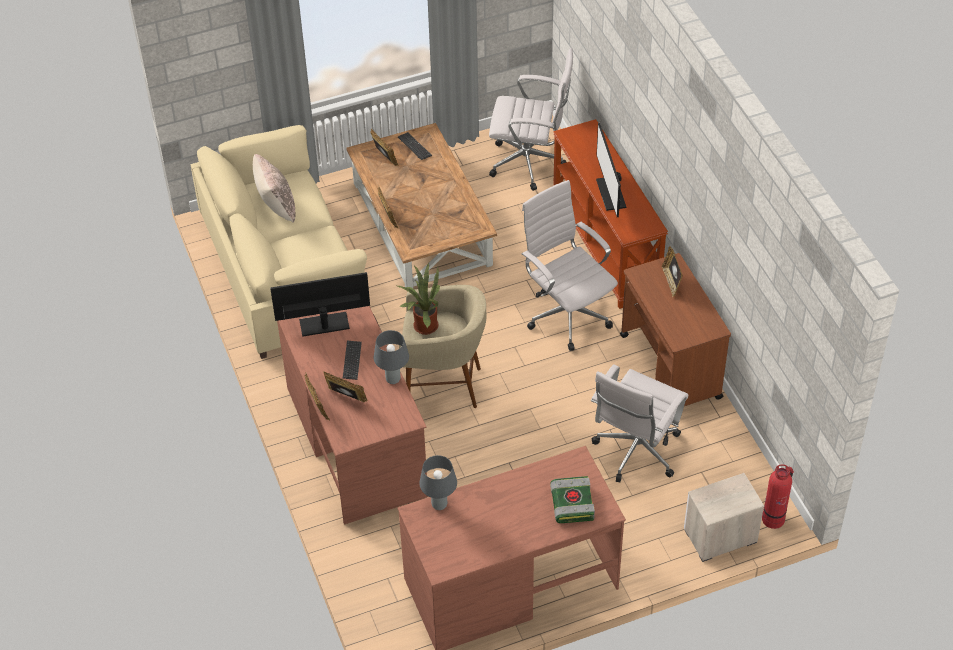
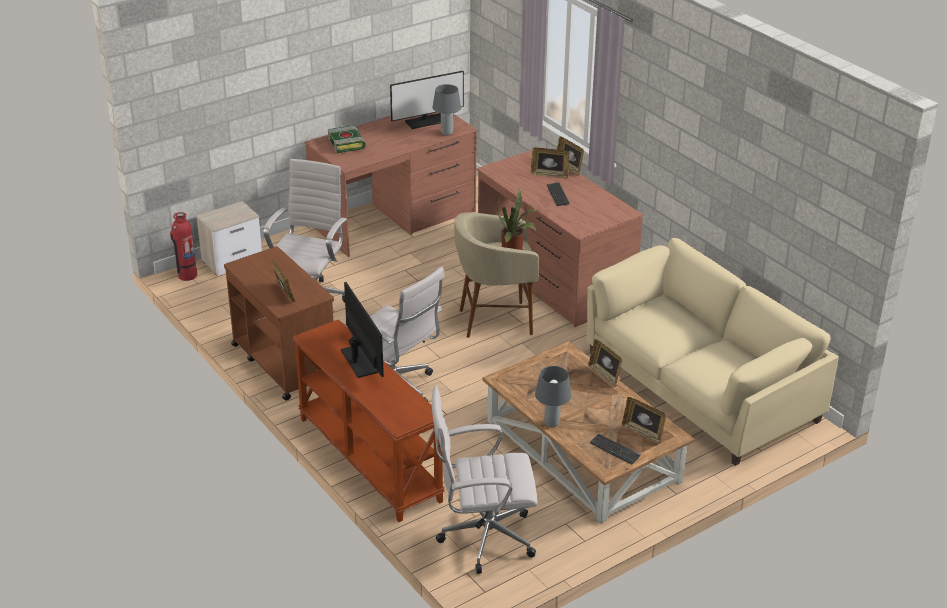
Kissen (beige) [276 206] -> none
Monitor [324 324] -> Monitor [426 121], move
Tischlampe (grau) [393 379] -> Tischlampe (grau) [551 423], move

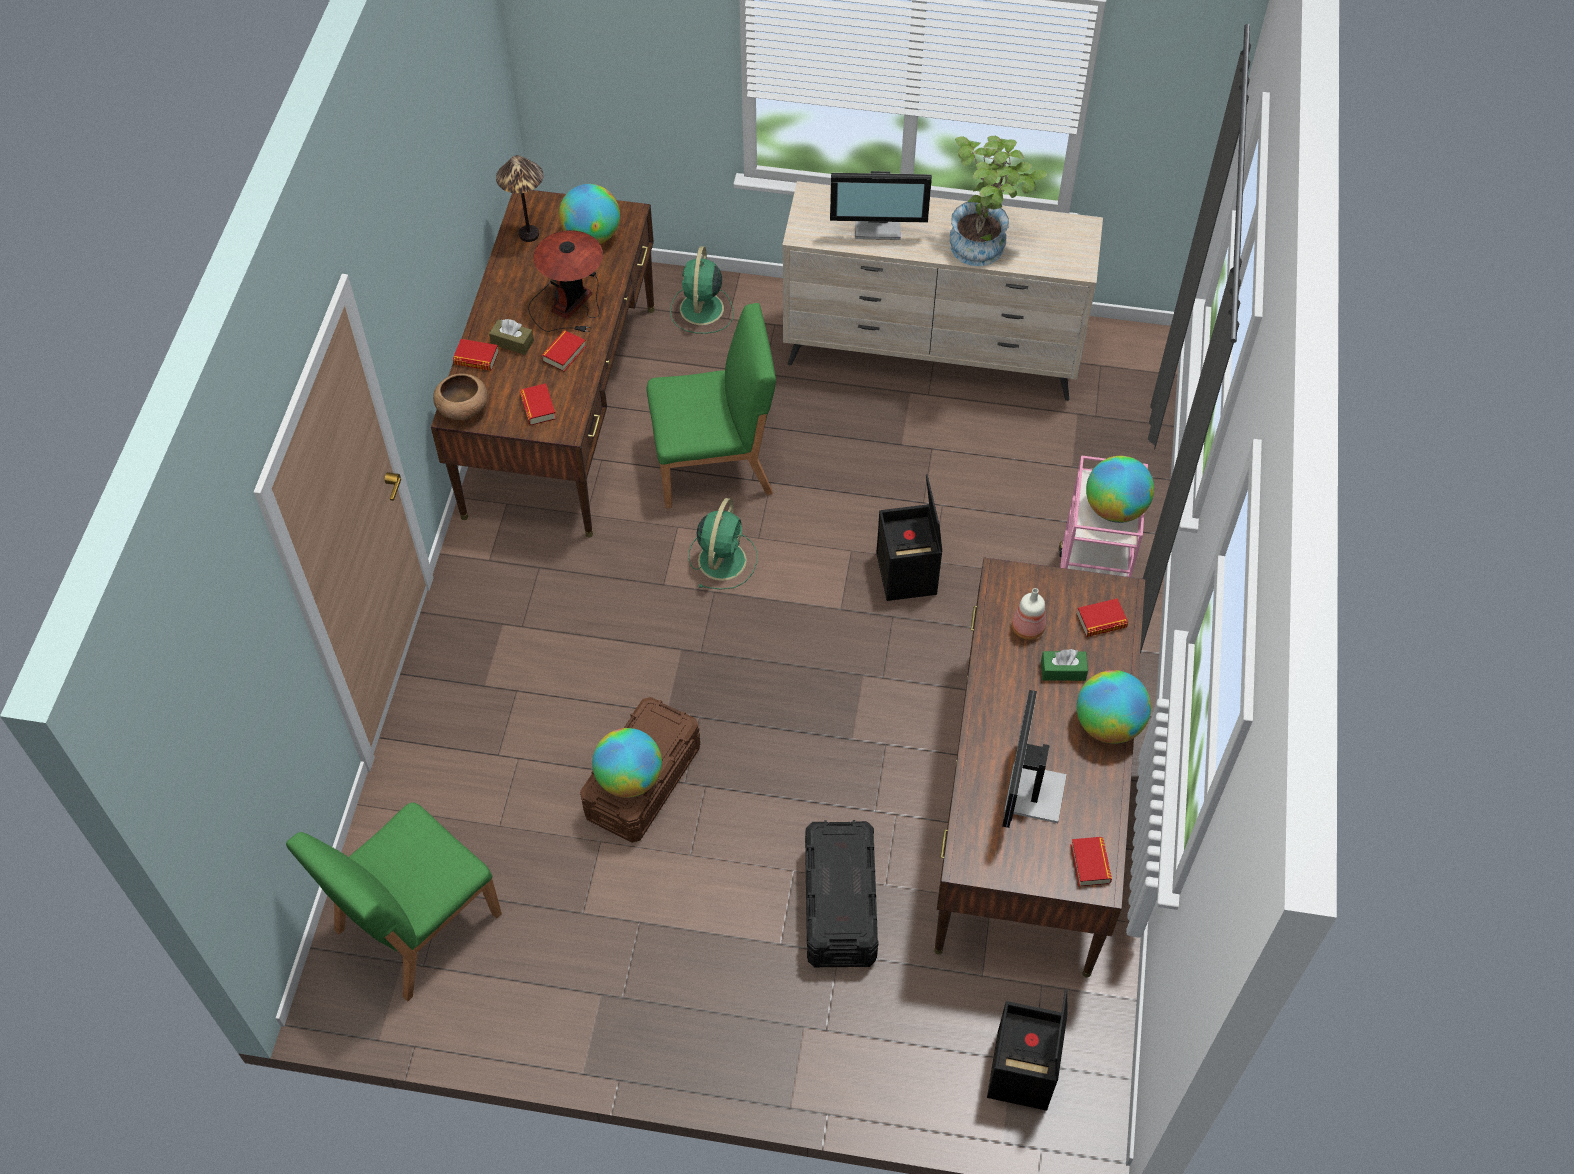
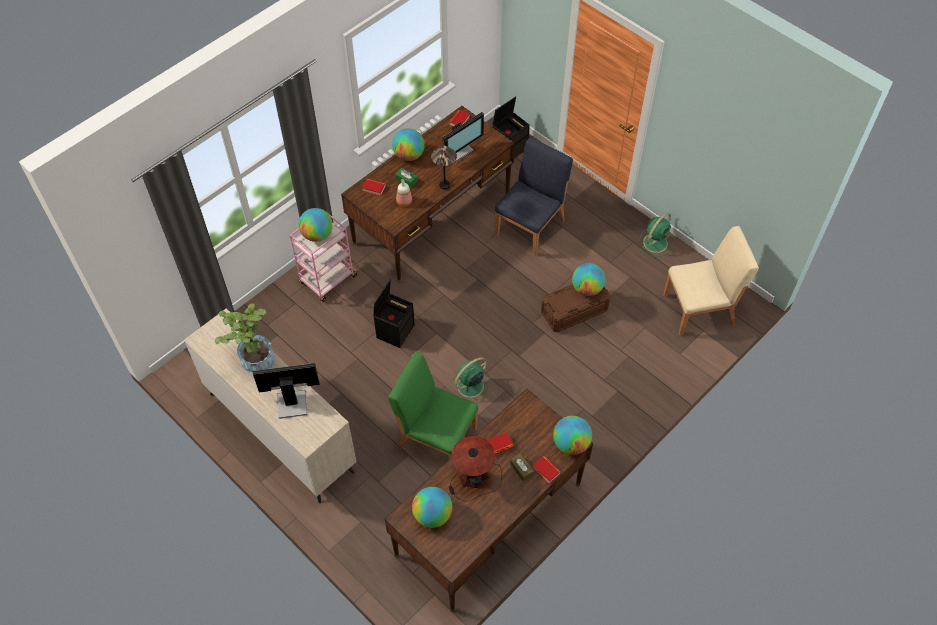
Buch [538 407] -> none
Tischlampe [528 235] -> Tischlampe [445 185], move
Ventilator (grün) [701 310] -> Ventilator (grün) [656 242], move
Schüssel (braun) [463 408] -> Globus [571 444]
Aufbewahrungsbox (schwarz) [839 905] -> Stuhl (blau) [530 227]
Stuhl (grün) [415 923] -> Stuhl (beige) [700 309]
Monitor [878 225] -> Monitor [291 403], 45 degrees counterclockwise

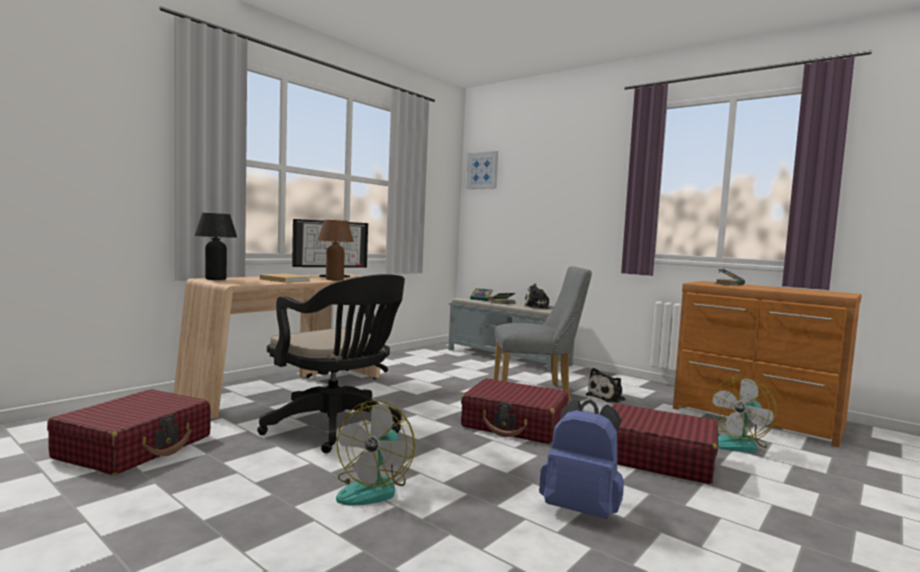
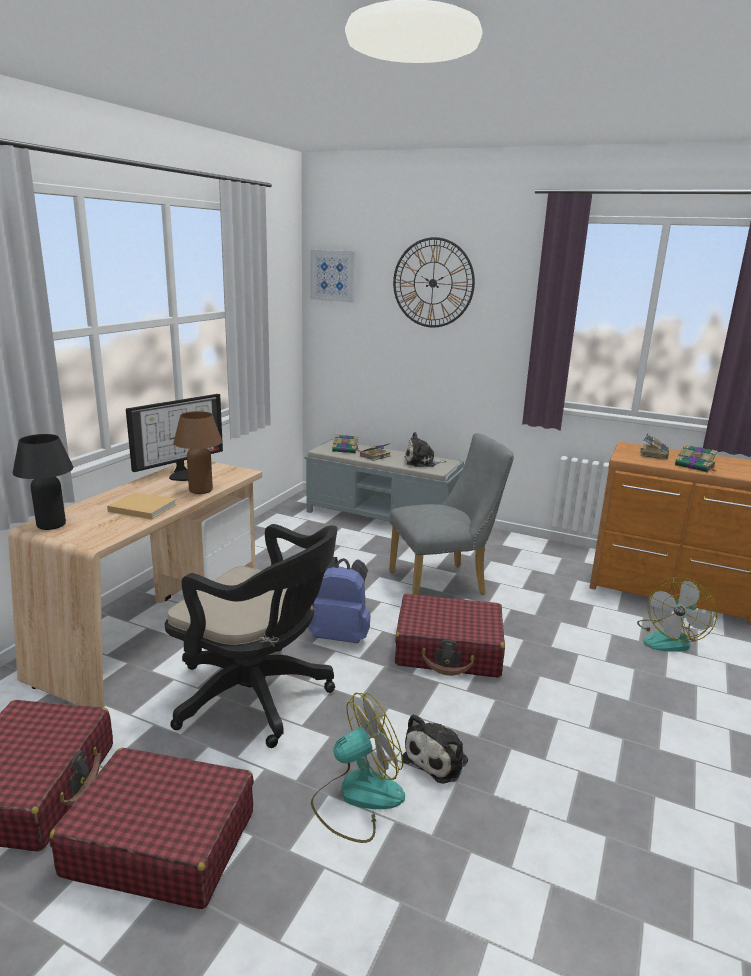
none -> Wanduhr [433 283]
none -> Buch [695 466]
Rucksack (blau) [581 509] -> Rucksack (blau) [341 636], move
Plüschtier [607 397] -> Plüschtier [438 758], move
Koffer (rot) [656 458] -> Koffer (rot) [160 842], move
Ventilator [373 488] -> Ventilator [357 797], 120 degrees counterclockwise

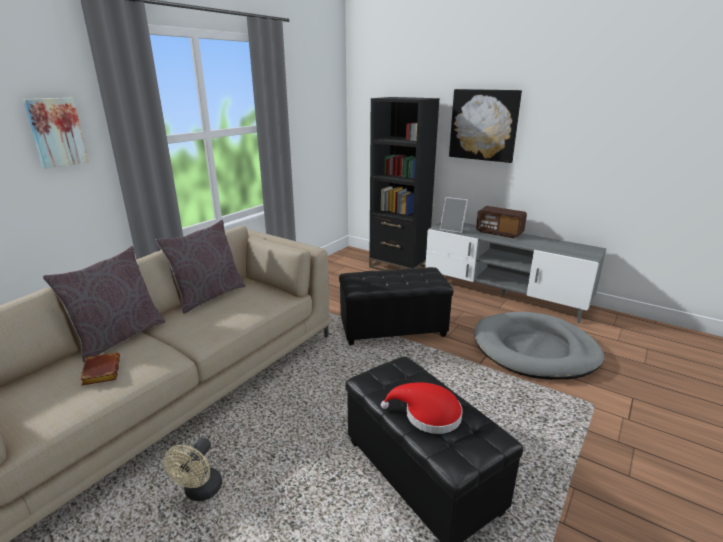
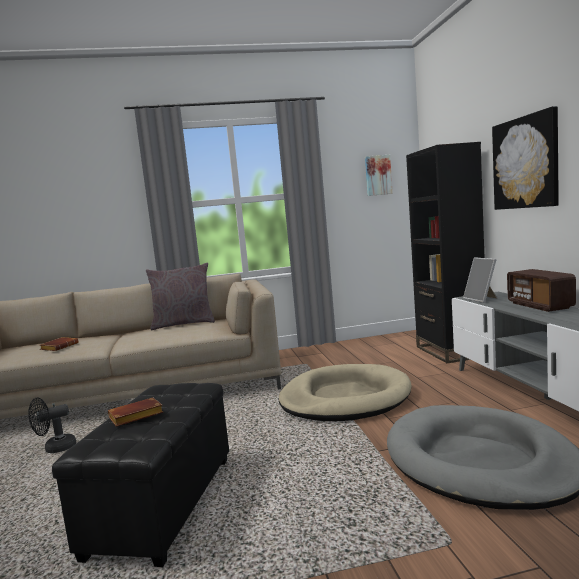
Kissen (grau) [118 337] -> none
Bild [56 132] -> Bild [378 175], move
Polsterhocker (schwarz) [392 329] -> Hundebett (beige) [345 398]
Hut (rot) [427 415] -> Buch (braun) [135 417]
Ventilator (beige) [200 492] -> Ventilator (schwarz) [55 449]

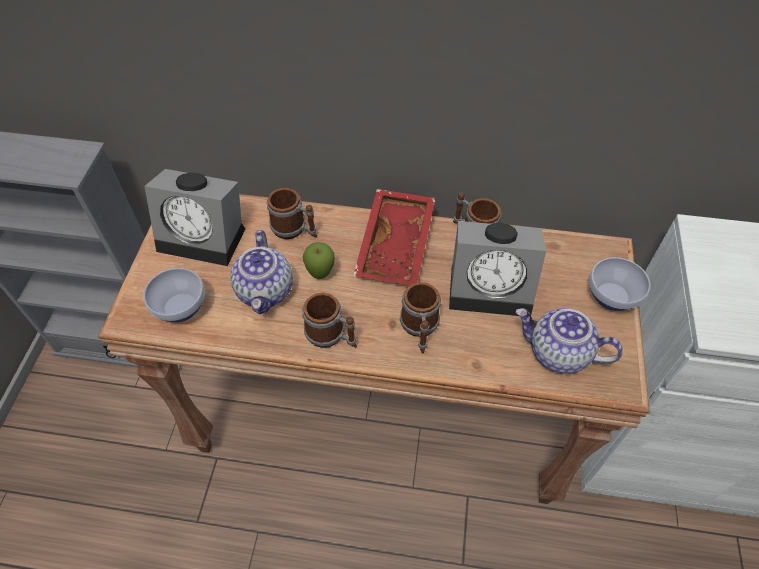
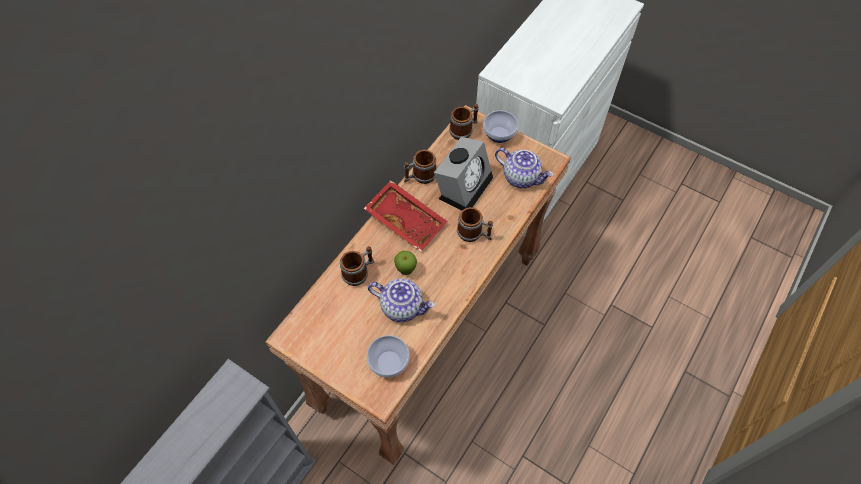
Wecker [206 237] -> none
Henkelbecher [331 336] -> Henkelbecher [464 130], move
Teekanne [558 353] -> Teekanne [521 177], 105 degrees counterclockwise

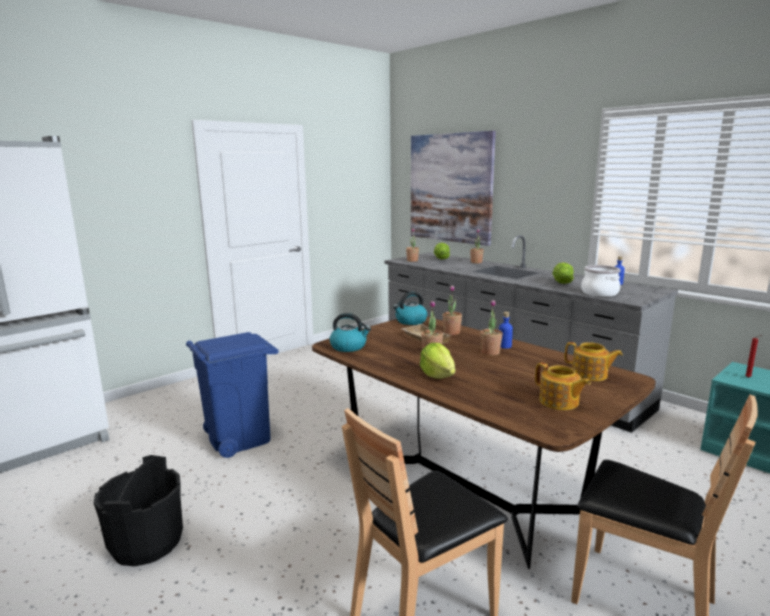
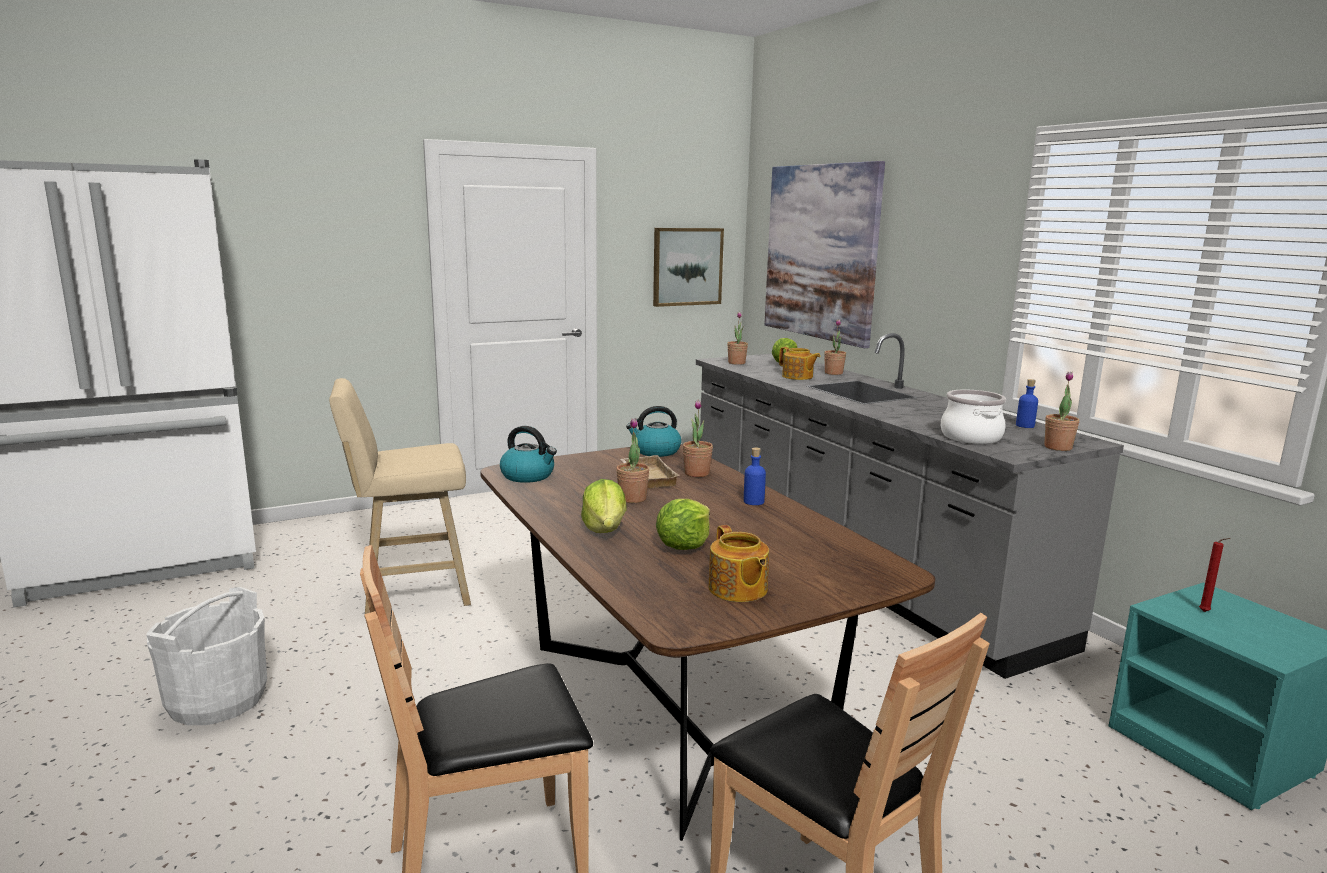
none -> Bild [687 266]
Topfpflanze [490 352] -> Topfpflanze [1058 447], move
Salatkopf [561 283] -> Salatkopf [684 545], move
Teekanne [590 375] -> Teekanne [797 377], move
Mülleimer (blau) [239 438] -> Hocker (beige) [410 592]
Eimer (schwarz) [146 543] -> Eimer (weiß) [217 700]

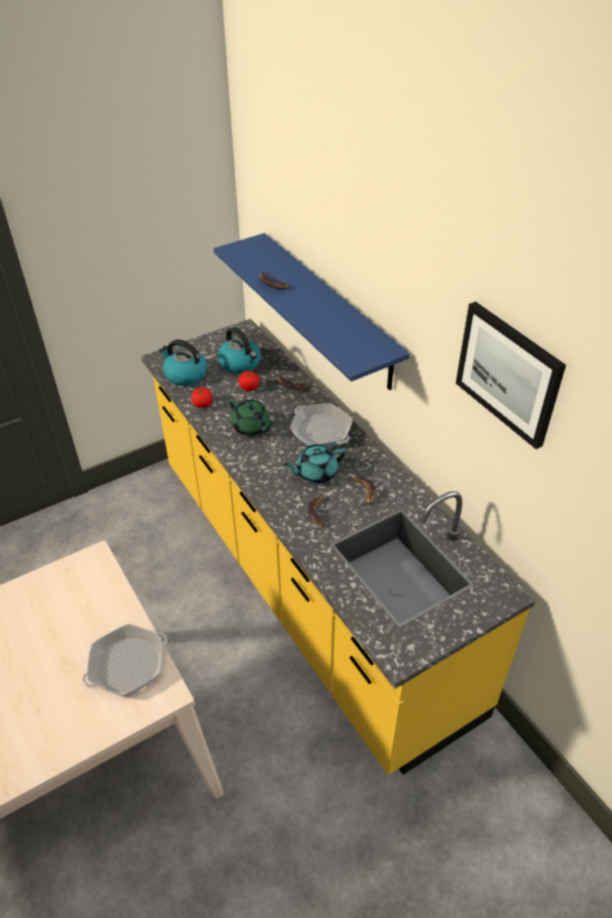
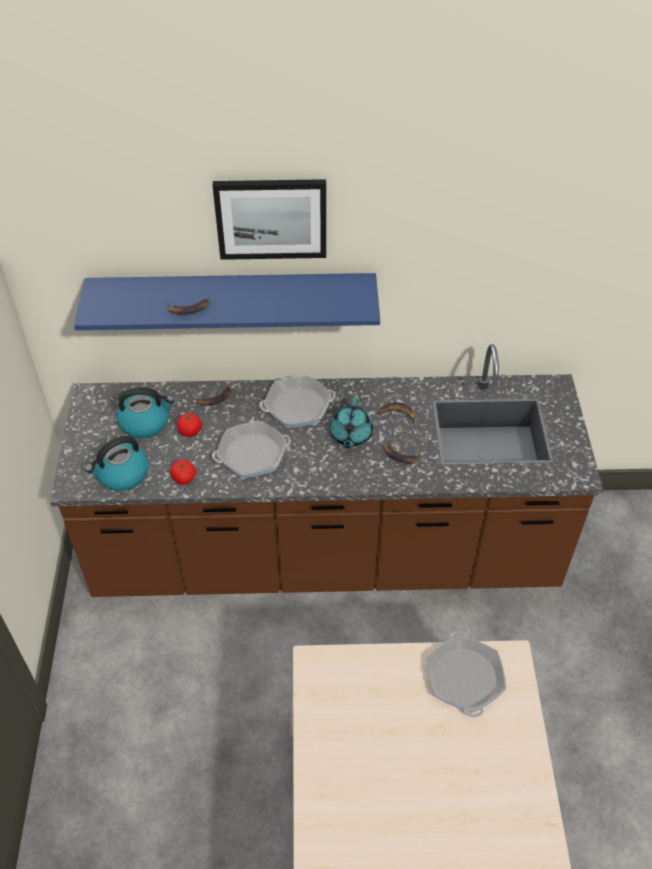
Bild [508 373] -> Bild [271 218], move
Teekanne (grün) [251 427] -> Pfanne [252 454]
Küchenzeile (gelb) [307 582] -> Küchenzeile (braun) [326 554]

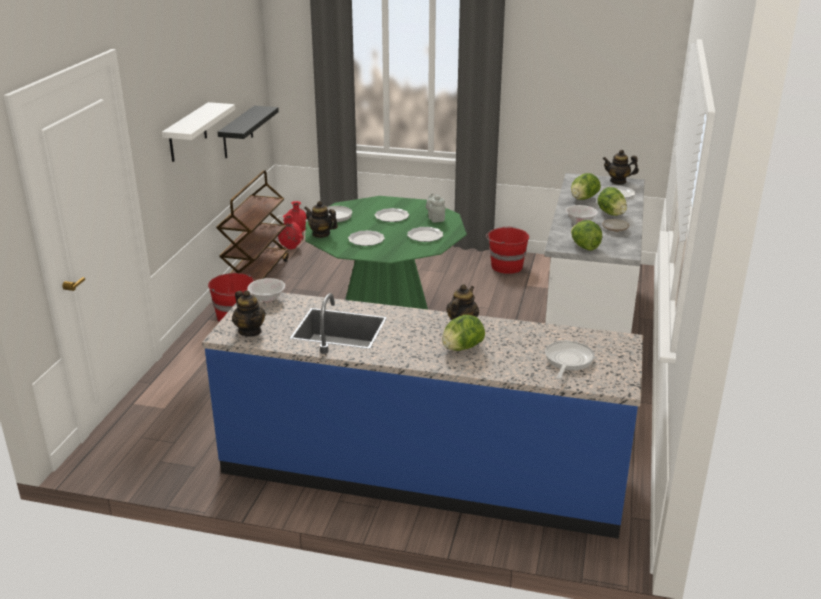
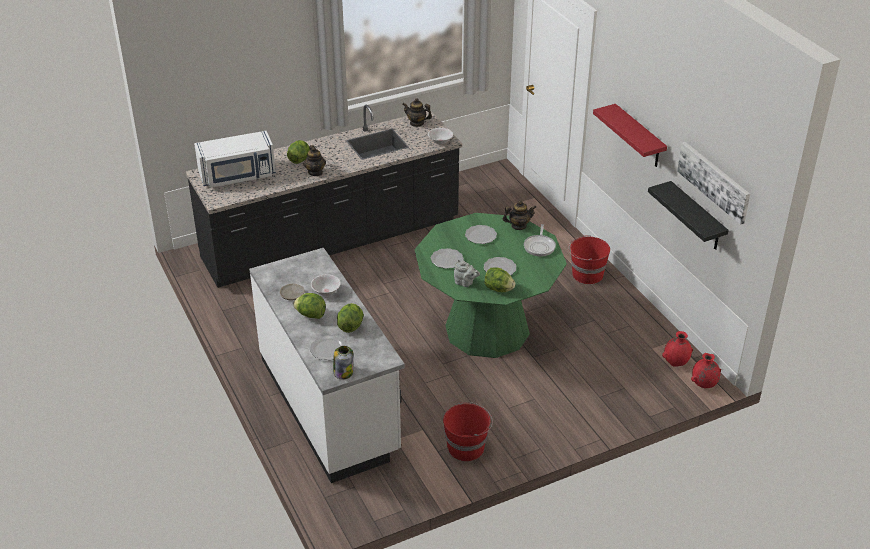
Rollwagen (braun) [256 276] -> none
none -> Bild [714 181]
Salatkopf [584 247] -> Salatkopf [498 289], move
Pfanne [568 361] -> Mikrowelle (weiß) [238 176]
Teekanne [618 181] -> Vorratsglas [343 372]
Wandregal (weiß) [187 132] -> Wandregal (rot) [639 137]
Küchenzeile (blau) [423 470] -> Küchenzeile (schwarz) [331 241]

